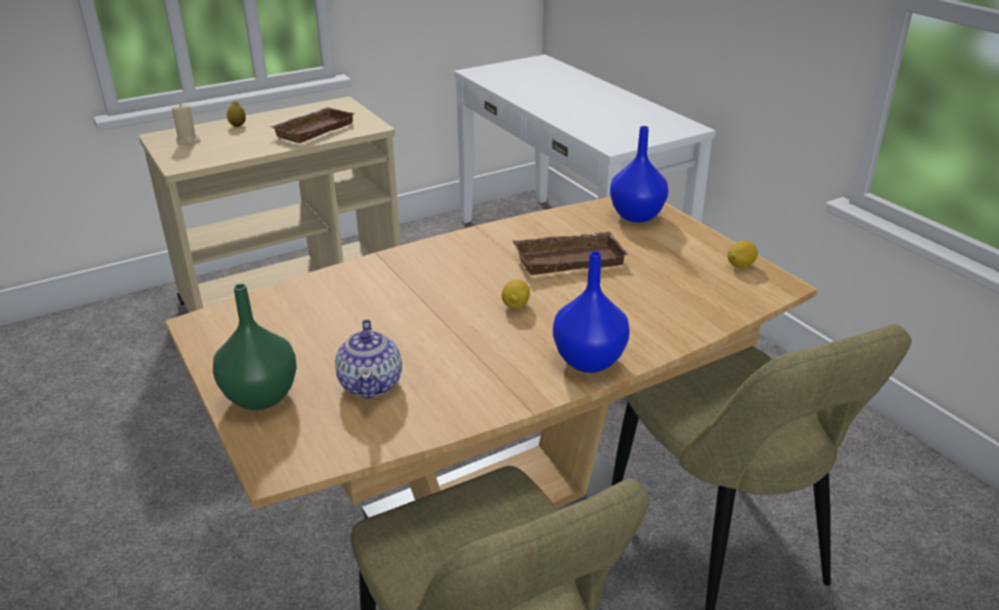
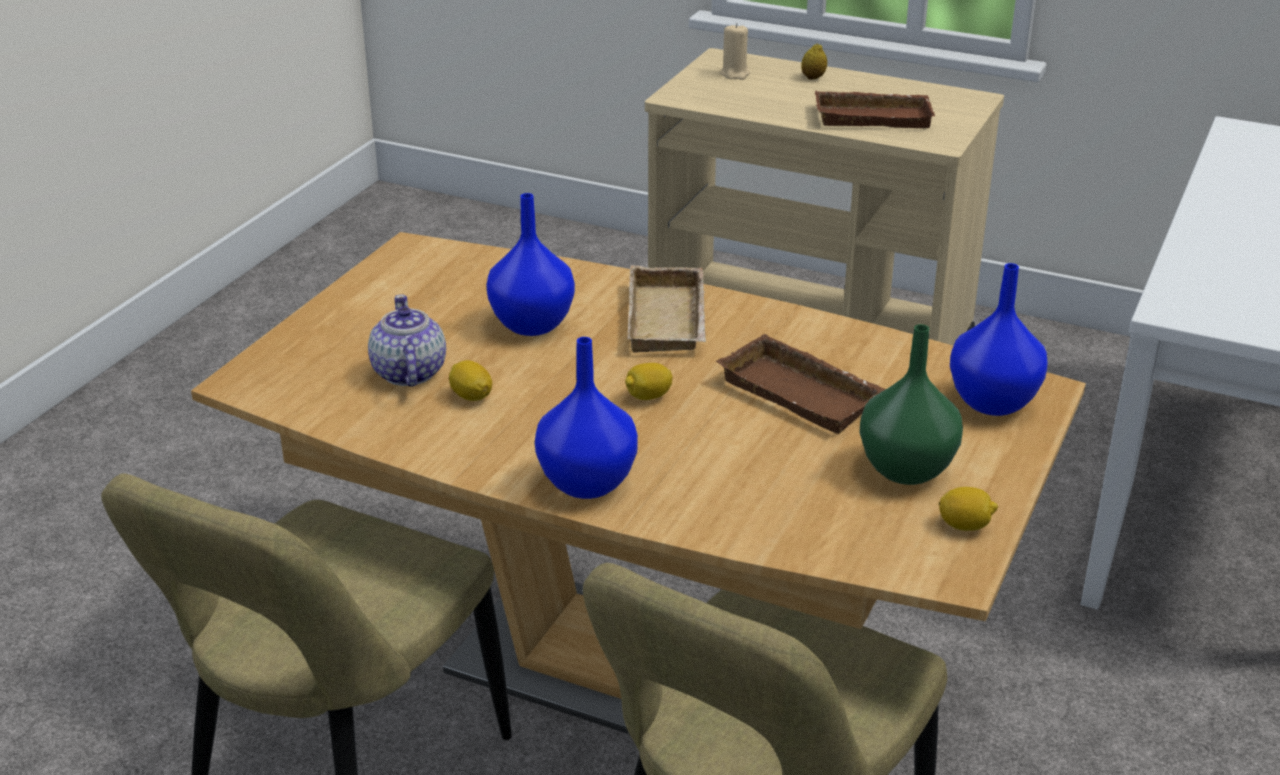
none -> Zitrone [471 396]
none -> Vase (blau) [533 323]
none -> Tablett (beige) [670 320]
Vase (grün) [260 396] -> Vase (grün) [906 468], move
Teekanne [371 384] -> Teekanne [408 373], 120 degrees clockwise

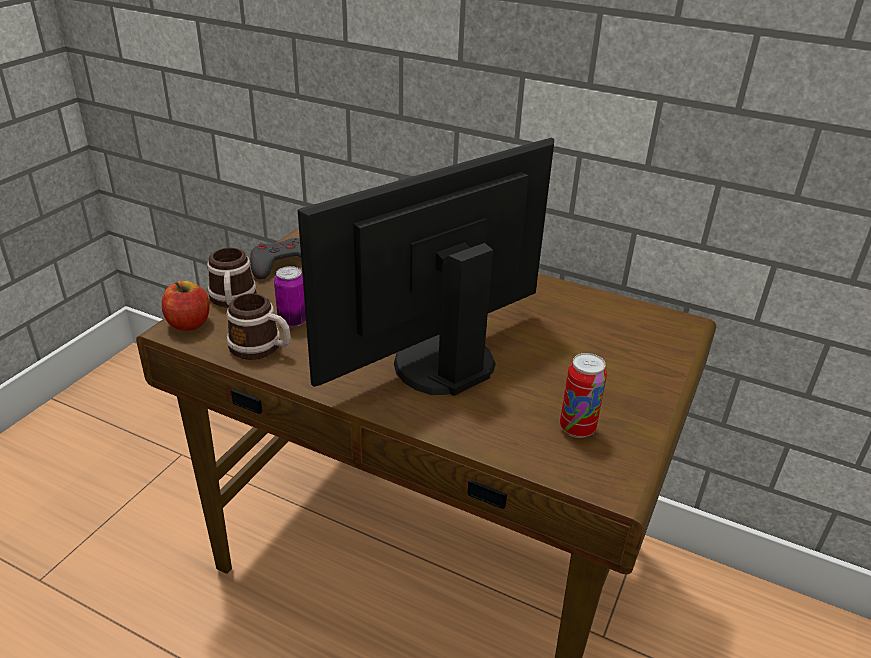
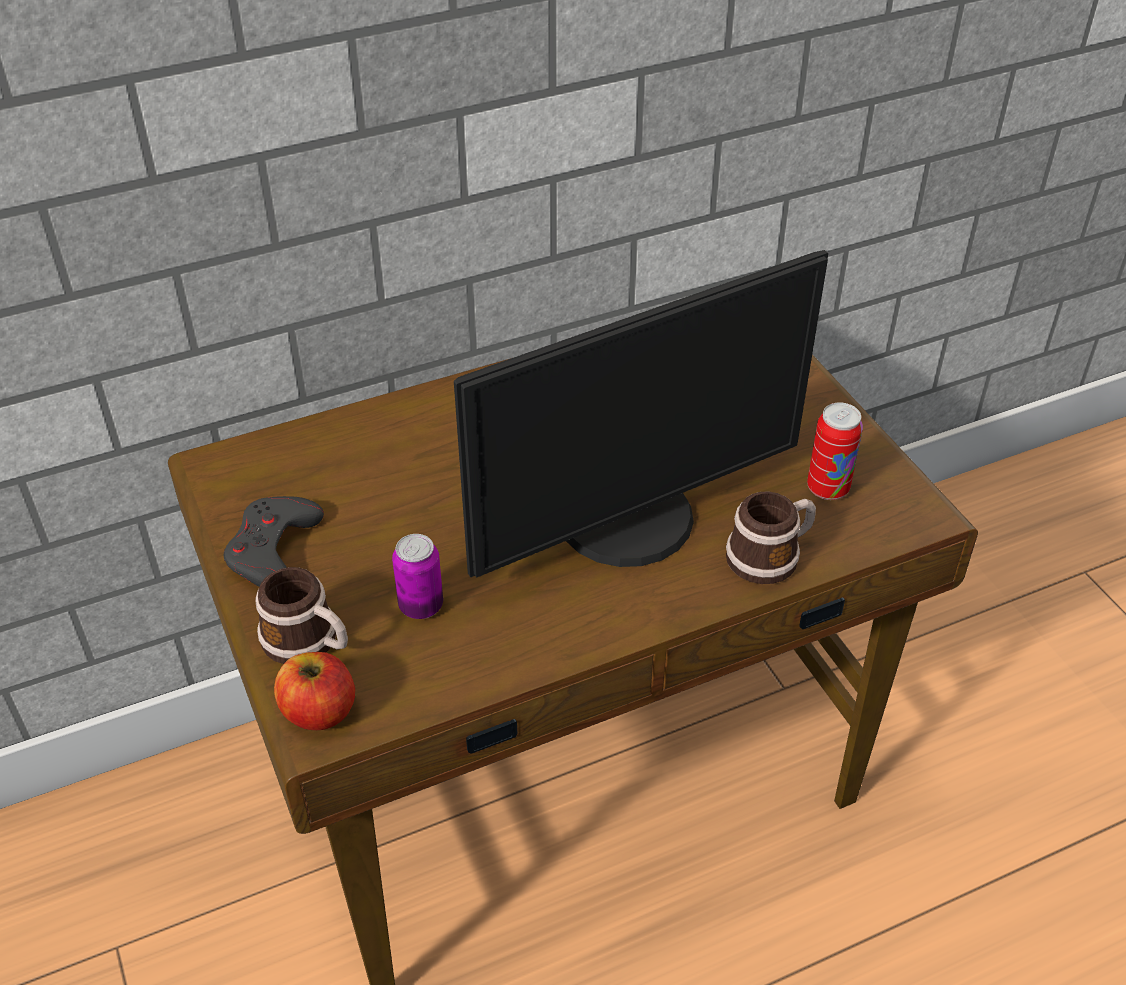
Henkelbecher [261 348] -> Henkelbecher [770 555], move
Monitor [440 361] -> Monitor [630 522], 120 degrees counterclockwise

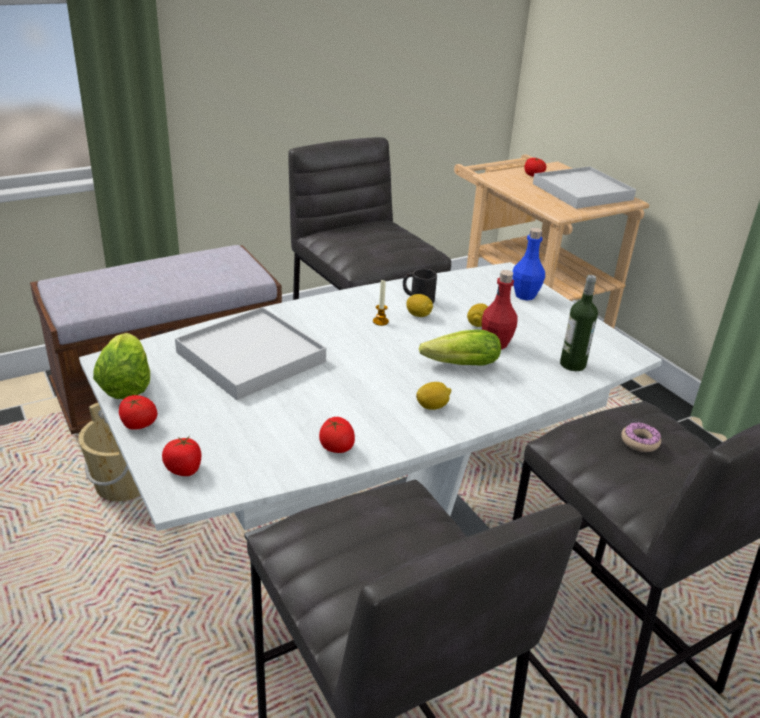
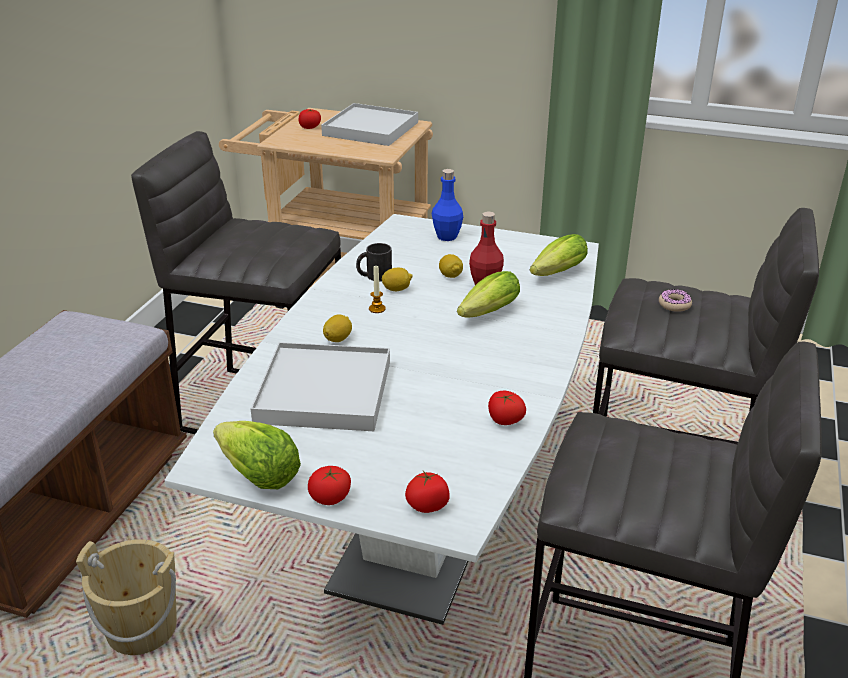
Zitrone [432 406] -> Zitrone [338 339], move
Flasche [572 364] -> Salatkopf [555 274]

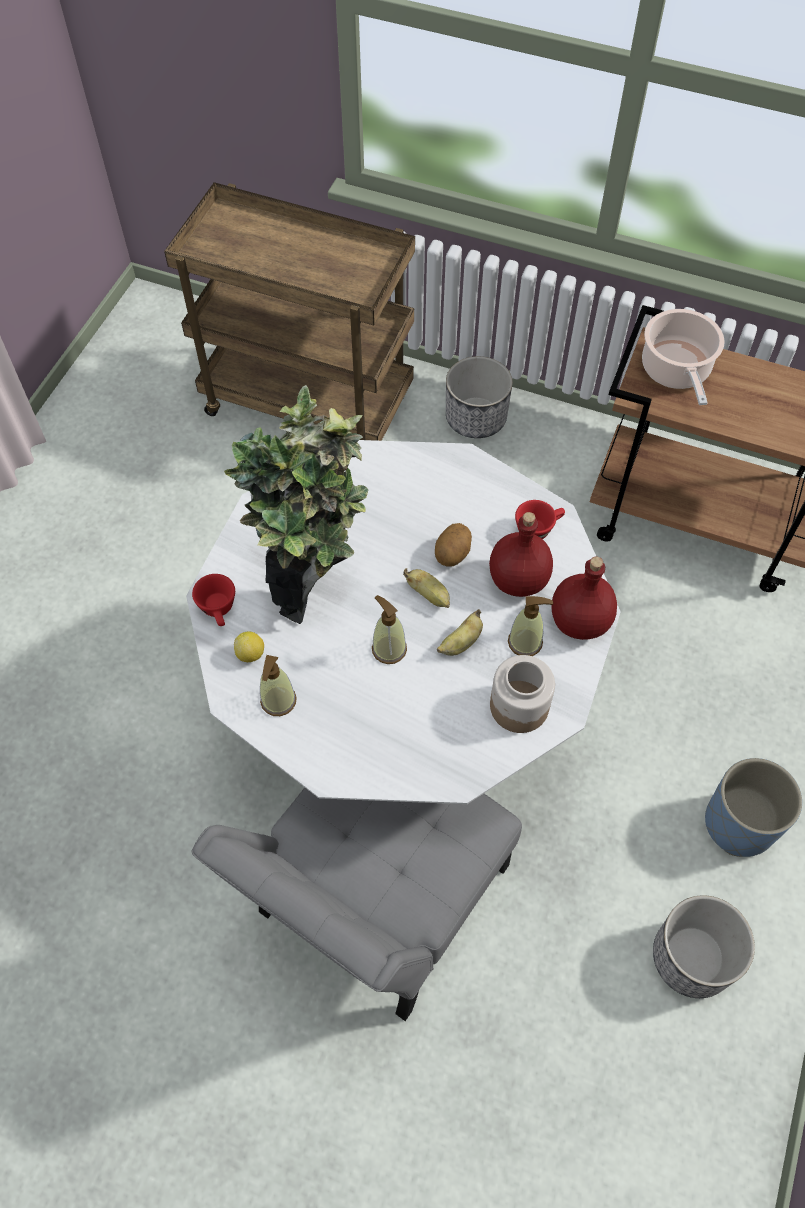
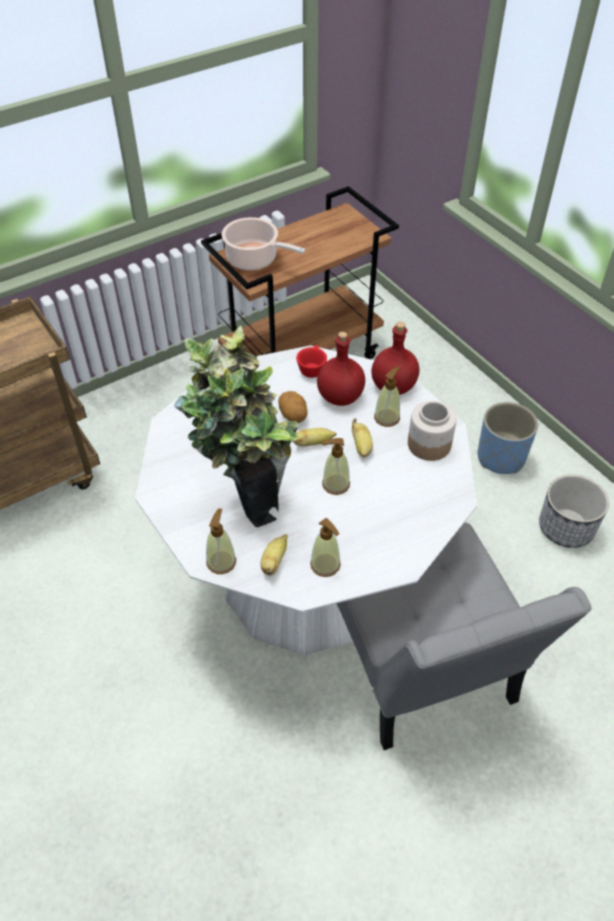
Pflanzkübel [476 418] -> none
Tasse (rot) [219 610] -> Seifenspender [221 562]
Zitrone [251 654] -> Banane [274 561]

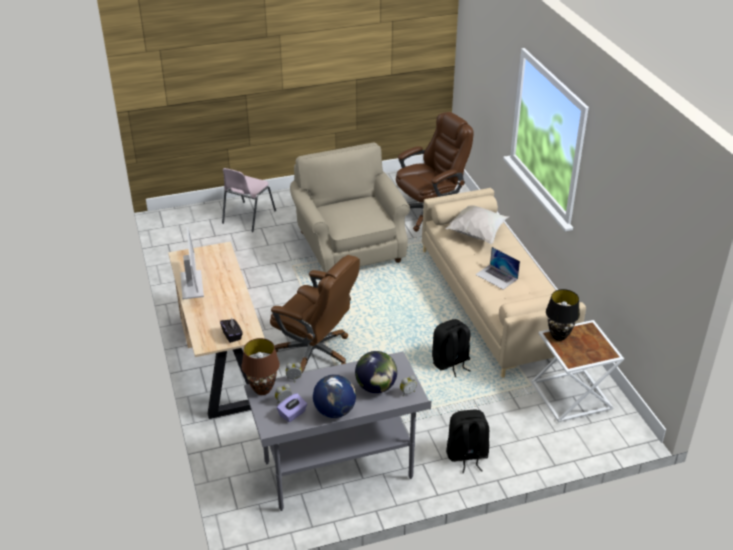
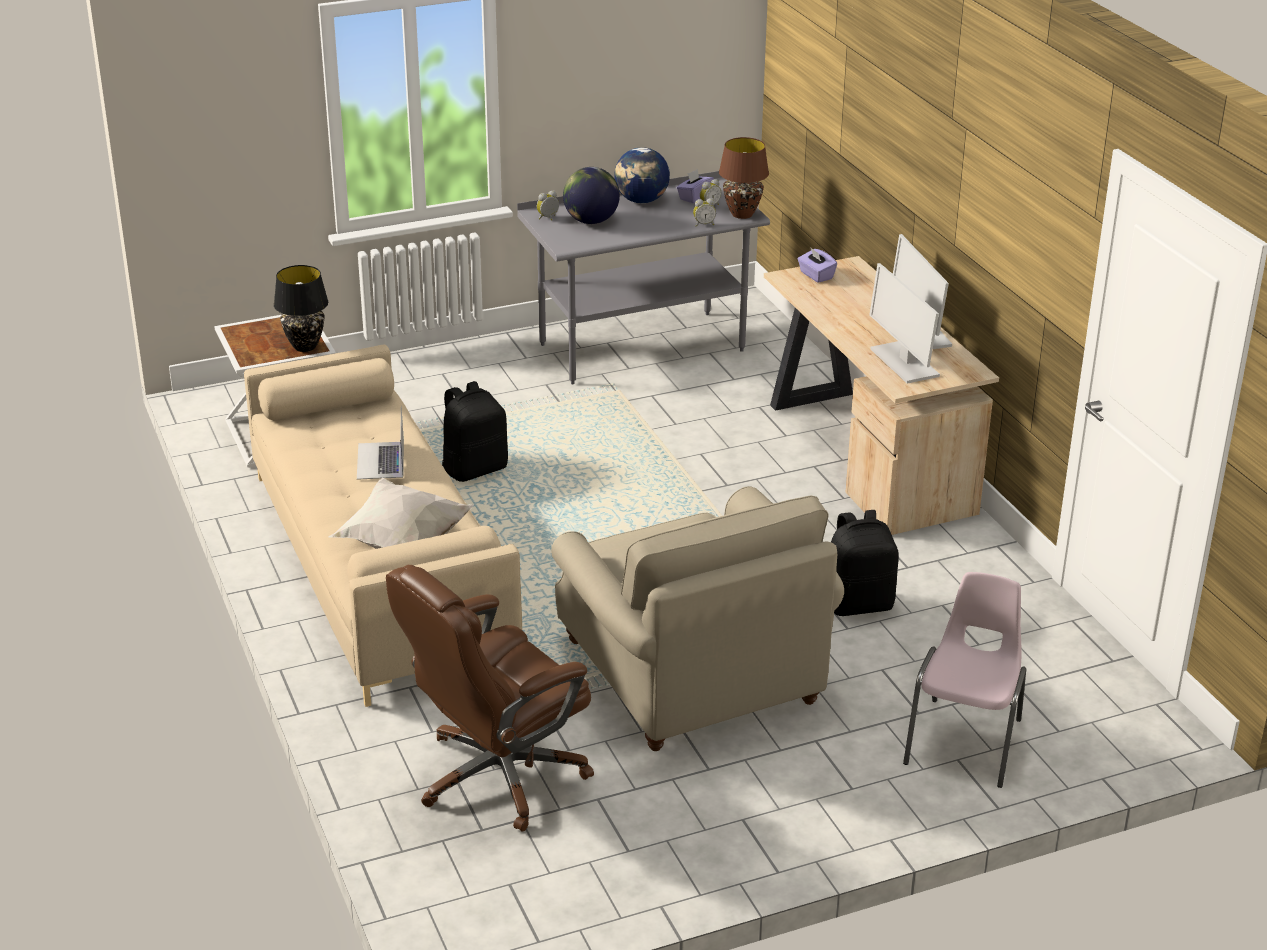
Bürostuhl (braun) [315 353] -> none
none -> Monitor [903 362]
Rucksack (schwarz) [467 456] -> Rucksack (schwarz) [858 603], move
Taschentuchbox (schwarz) [232 335] -> Taschentuchbox (lila) [816 275]
Laptop [496 276] -> Laptop [381 460], 135 degrees counterclockwise

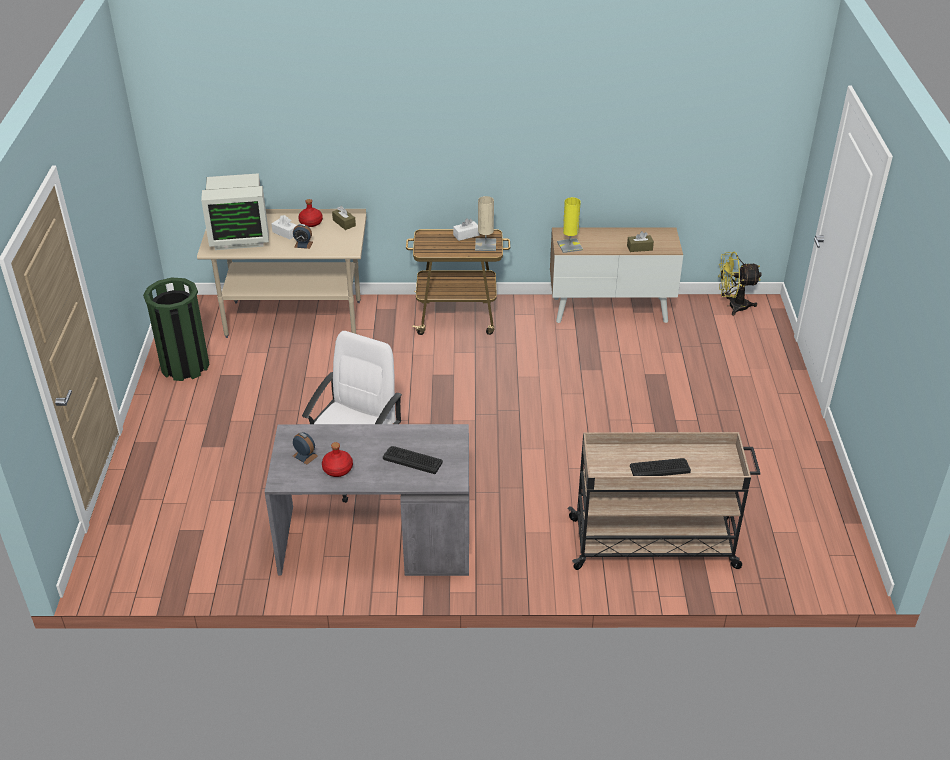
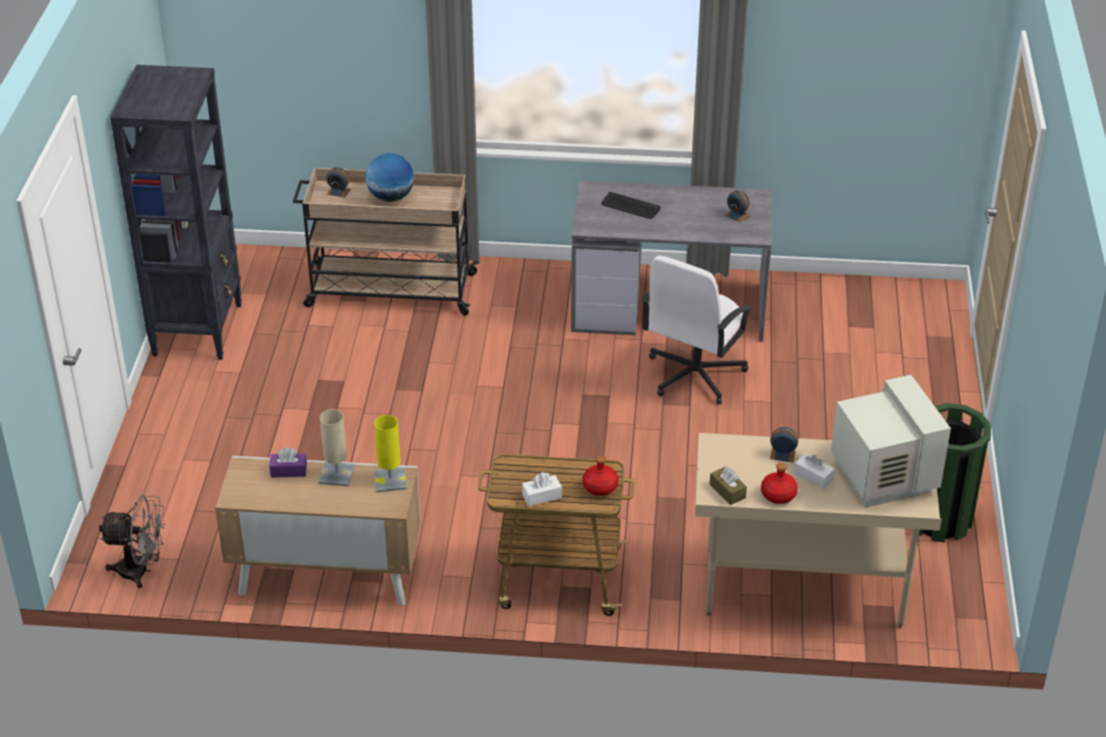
none -> Bücherregal (schwarz) [198 329]
none -> Wecker [338 191]
Flasche (rot) [337 469] -> Flasche (rot) [600 487], move
Tischlampe (beige) [485 245] -> Tischlampe (beige) [336 474], move
Tastatur [659 468] -> Globus [391 197]
Taschentuchbox (braun) [639 248] -> Taschentuchbox (lila) [288 471]
Ventilator (gelb) [732 306] -> Ventilator (grau) [141 571]
Monitor [239 235] -> Monitor [881 477], 75 degrees clockwise

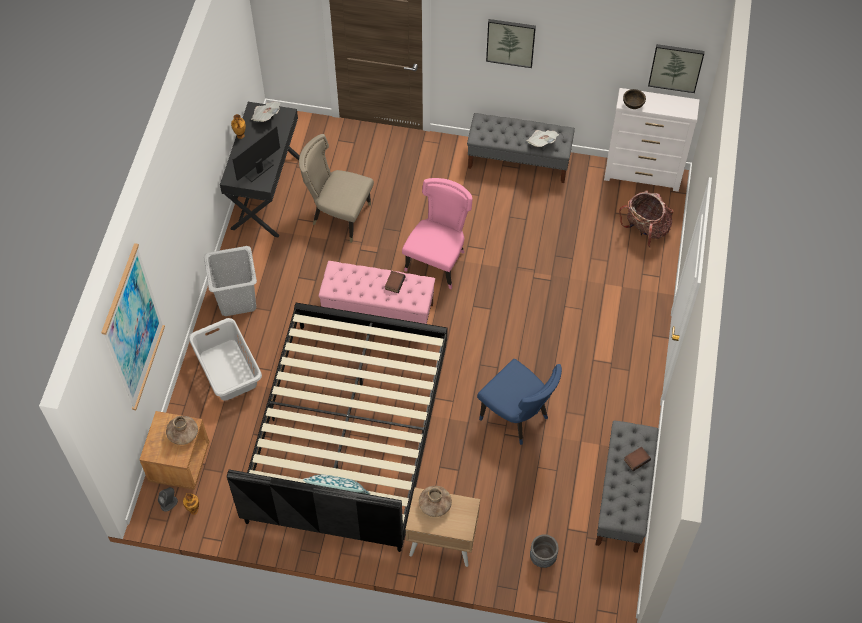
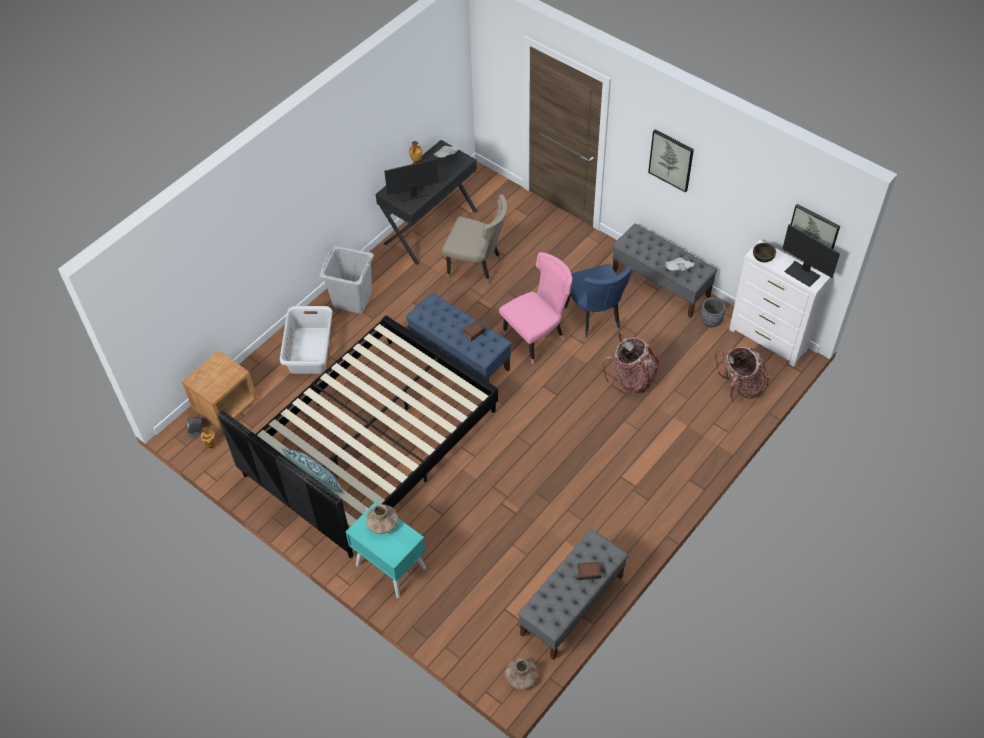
Bild [133 328] -> none
none -> Rucksack [632 379]
none -> Monitor [802 273]
Vase (braun) [183 434] -> Vase (braun) [521 676], move
Stuhl (blau) [517 418] -> Stuhl (blau) [595 318], move
Pflanzkübel (grau) [542 557] -> Pflanzkübel (grau) [710 321], move
Bank (rosa) [378 311] -> Bank (blau) [459 356]
Nachttisch (beige) [442 541] -> Nachttisch (türkis) [390 566]
Stuhl (beige) [338 216] -> Stuhl (beige) [477 267], 150 degrees clockwise

